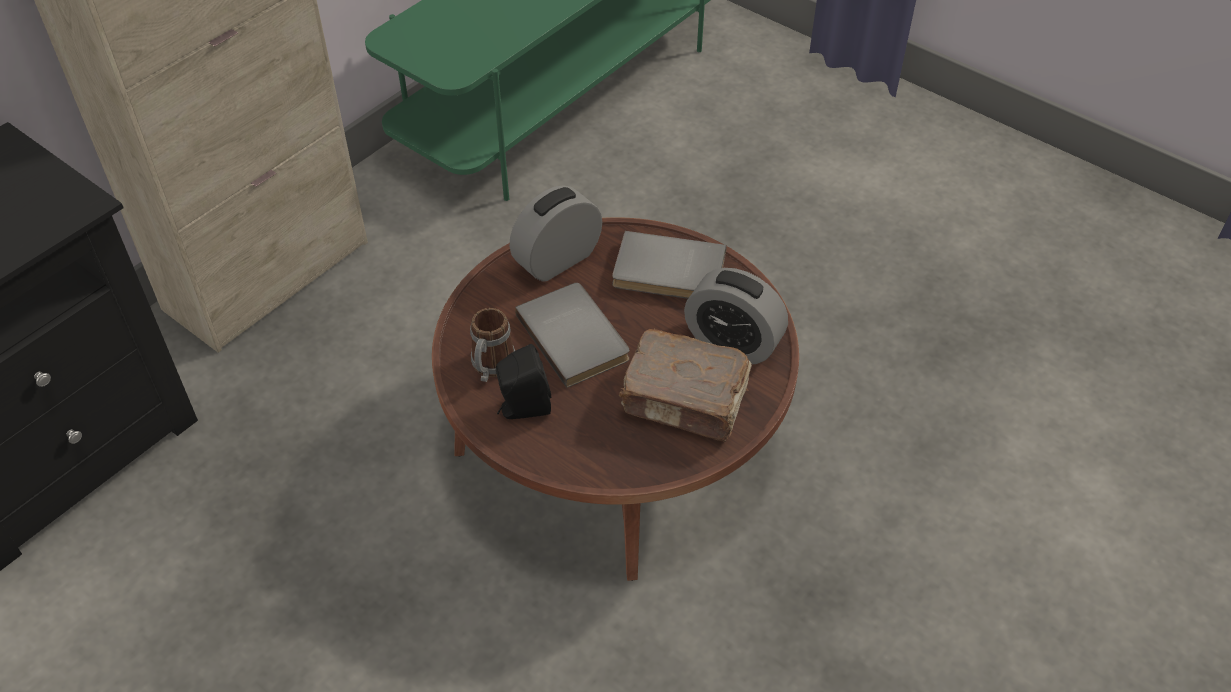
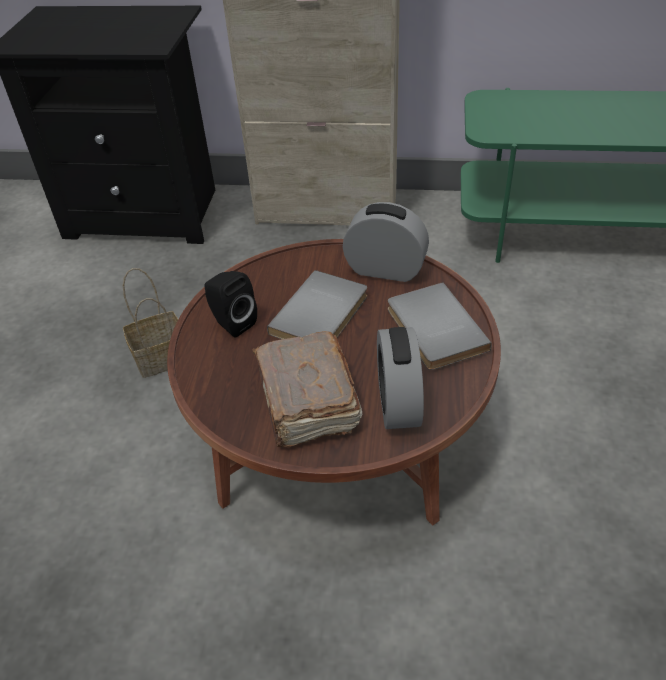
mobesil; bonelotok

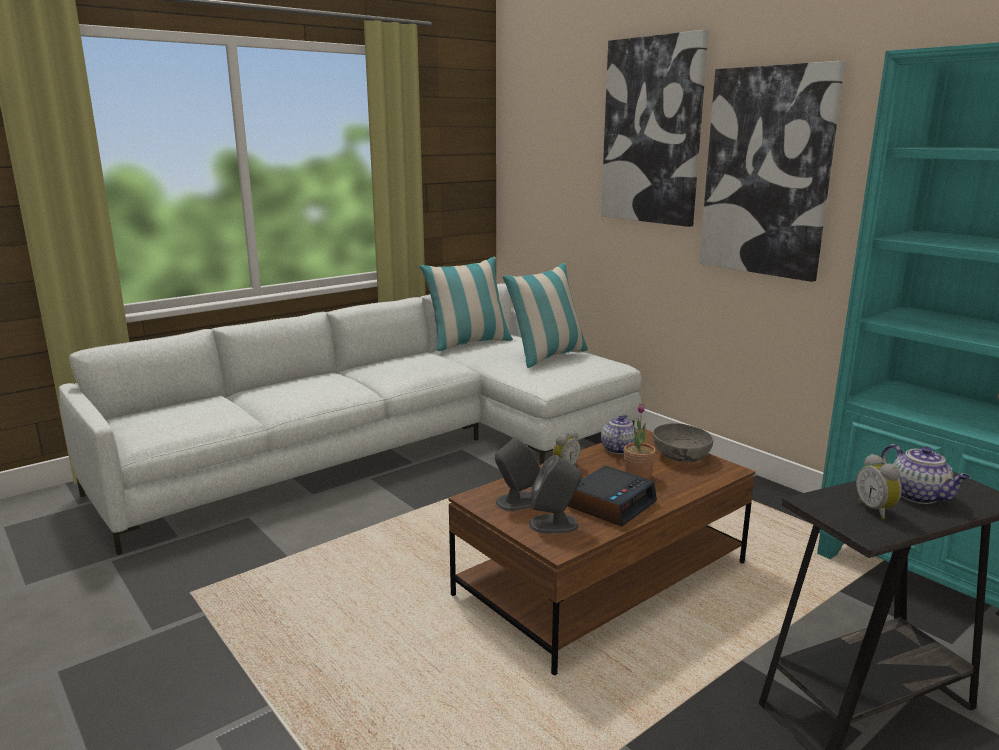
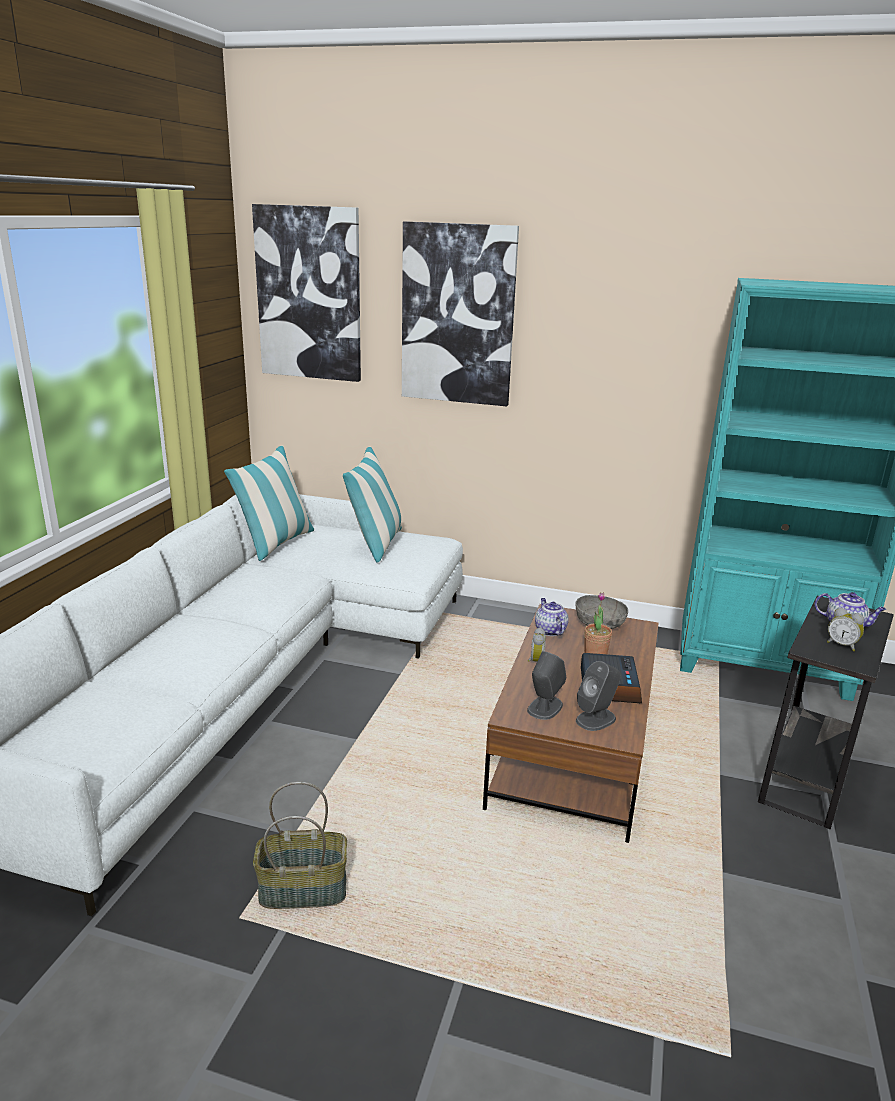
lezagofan (no. 1 from left); mobesil

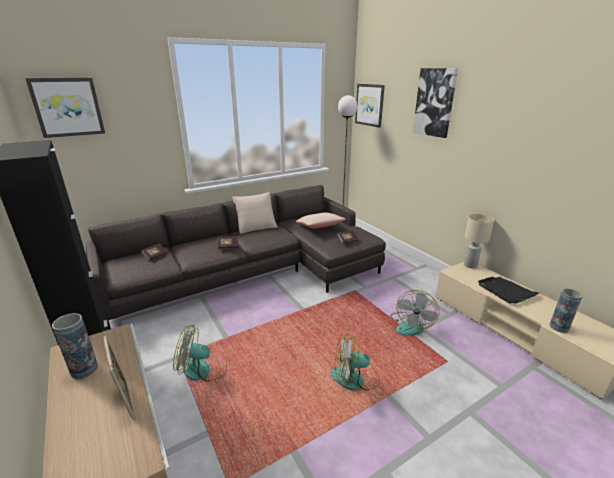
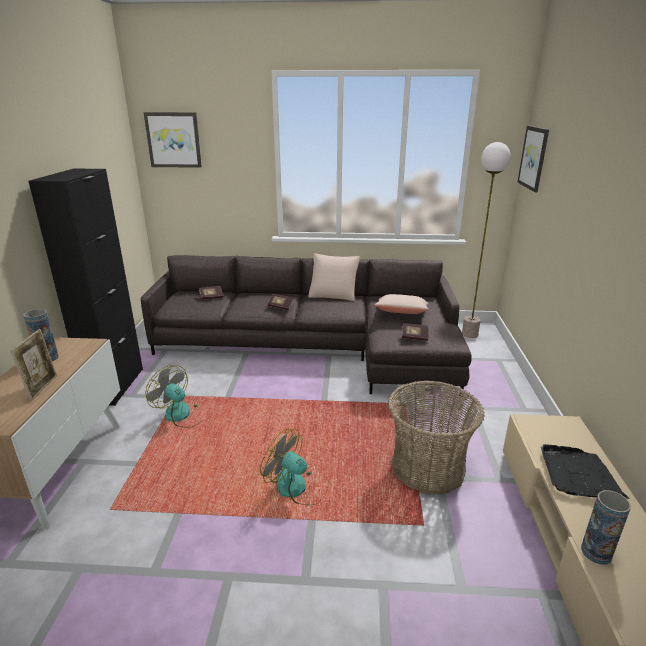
mobesil; lezagofan (no. 3 from left in the first image); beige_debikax

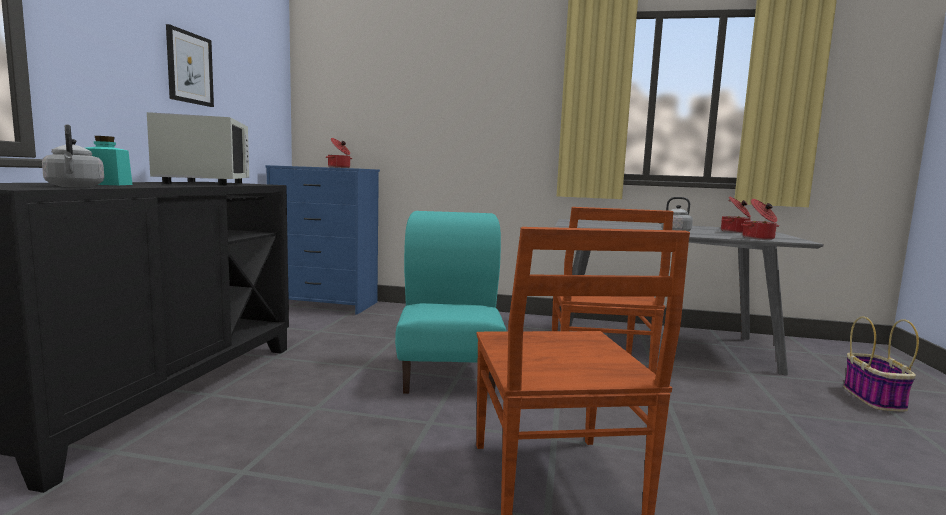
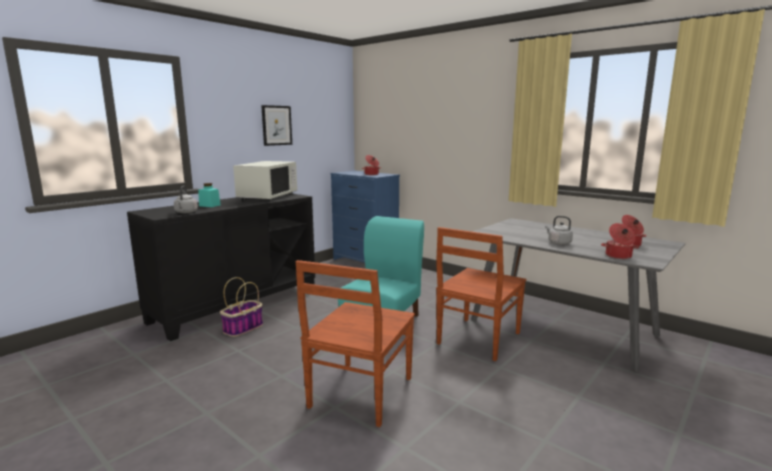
mobesil

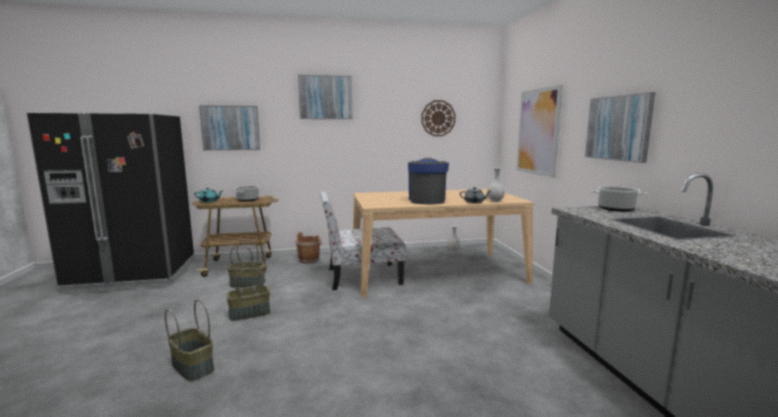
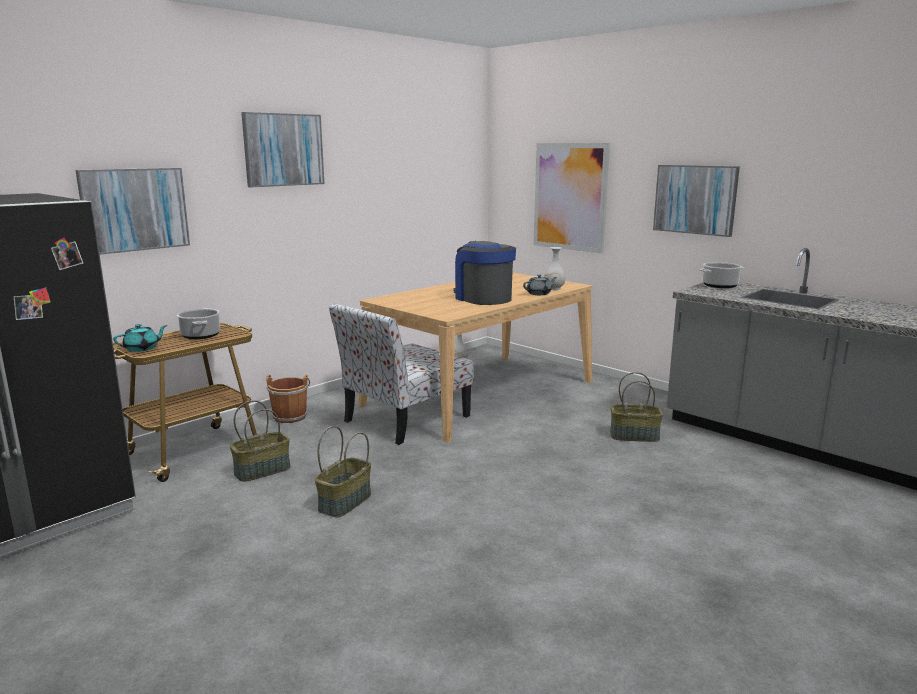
mobesil (no. 3 from left); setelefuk

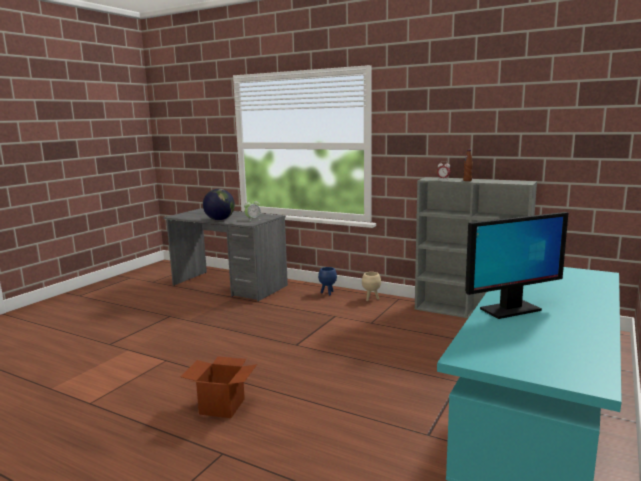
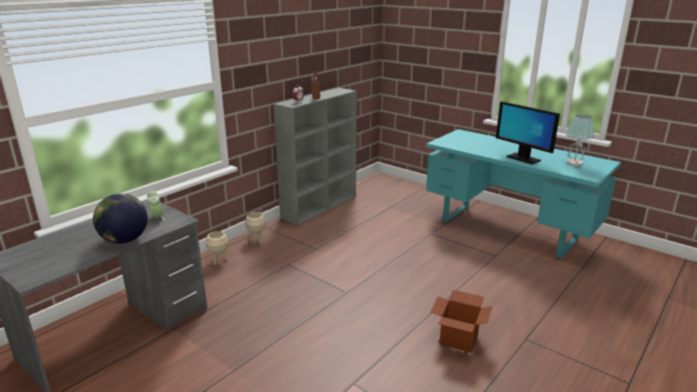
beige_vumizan (no. 1 from left); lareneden; debikax

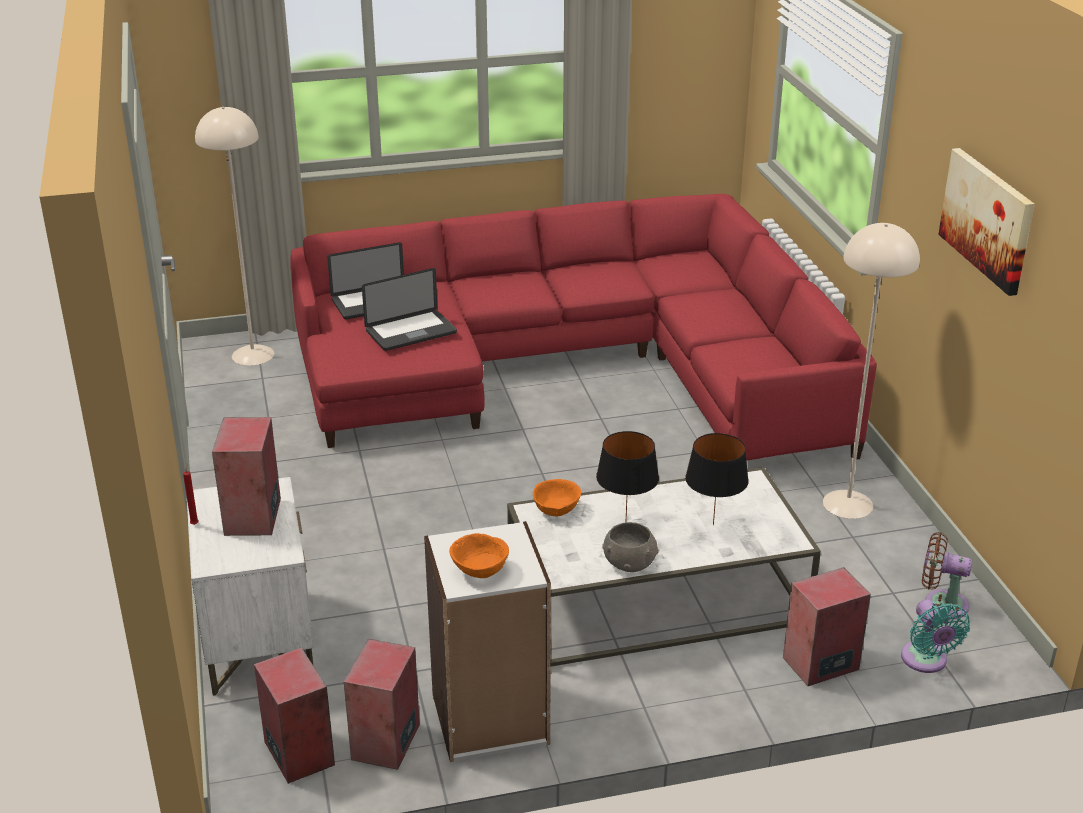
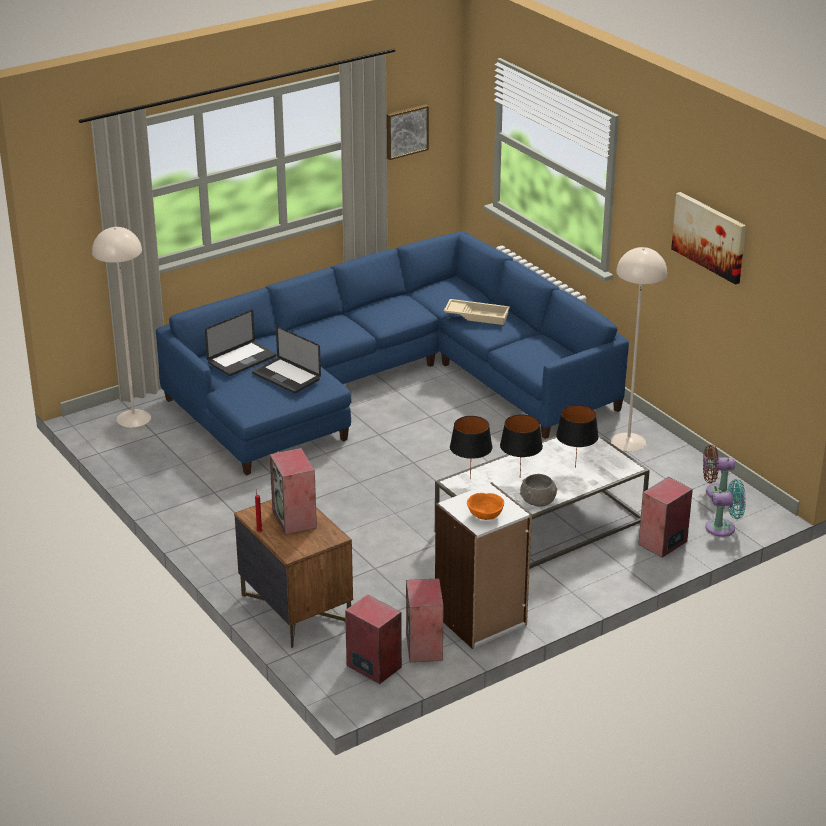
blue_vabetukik; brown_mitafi; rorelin (no. 2 from left); lezagofan (no. 1 from left); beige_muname; black_debikax (no. 1 from left); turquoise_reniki

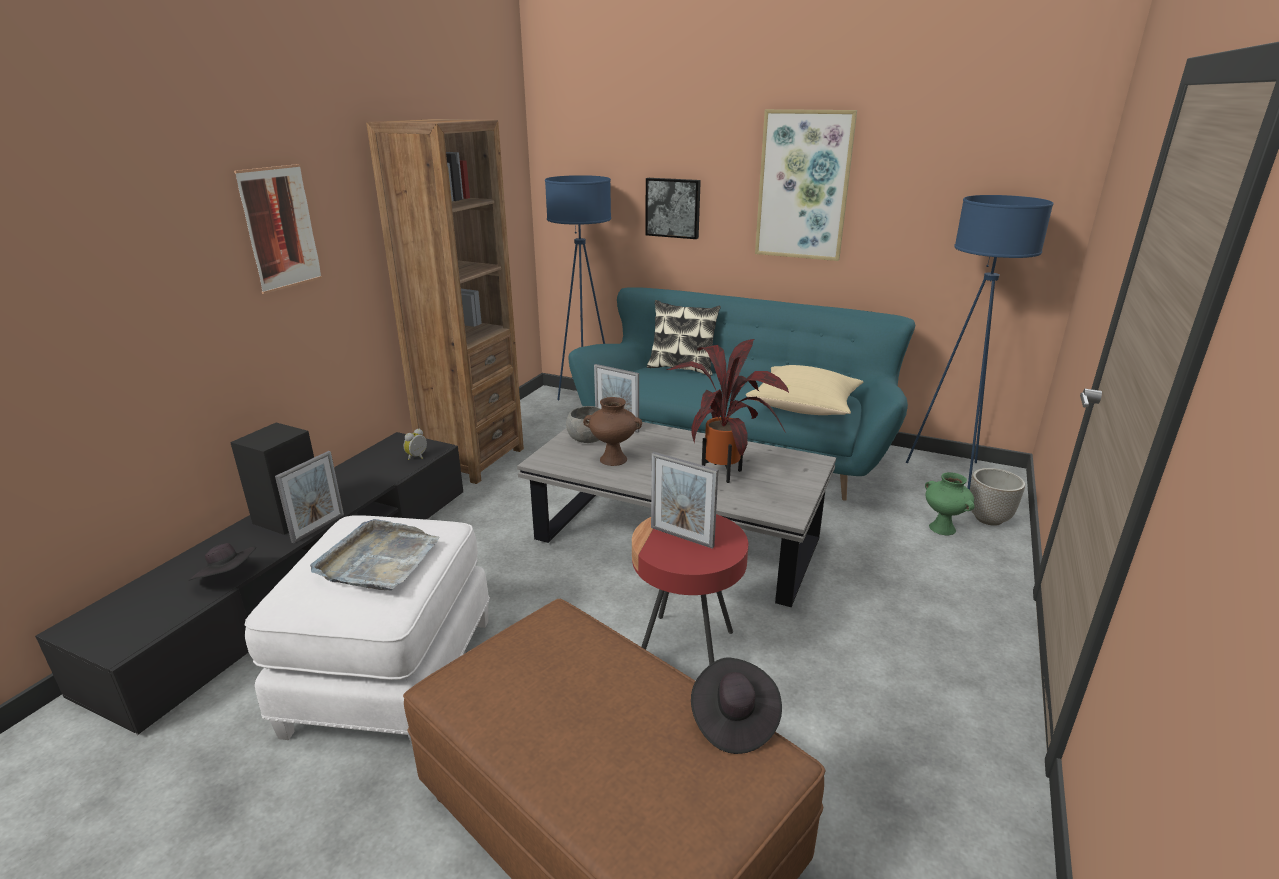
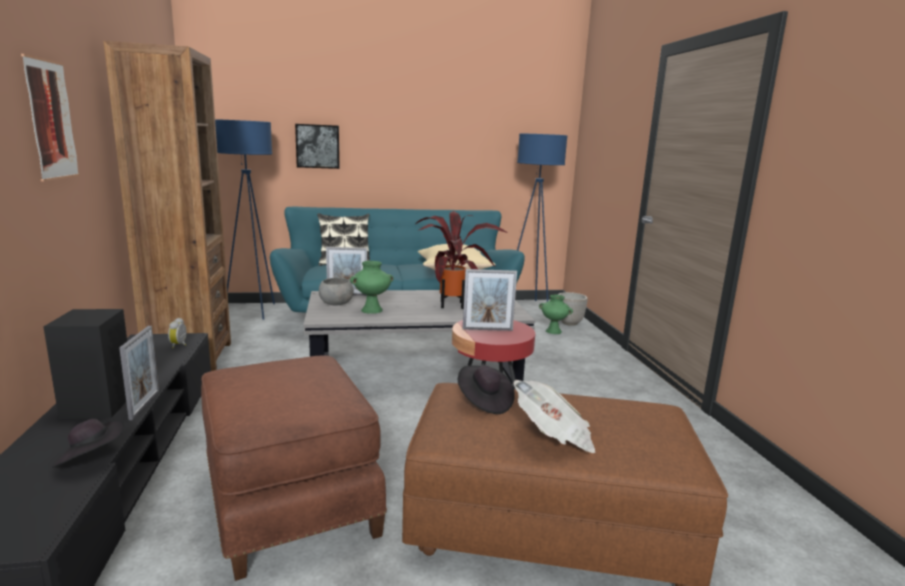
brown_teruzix (no. 1 from left); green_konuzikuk (no. 1 from left); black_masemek (no. 2 from left); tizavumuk; grey_muname; lezagofan (no. 3 from left in the first image)

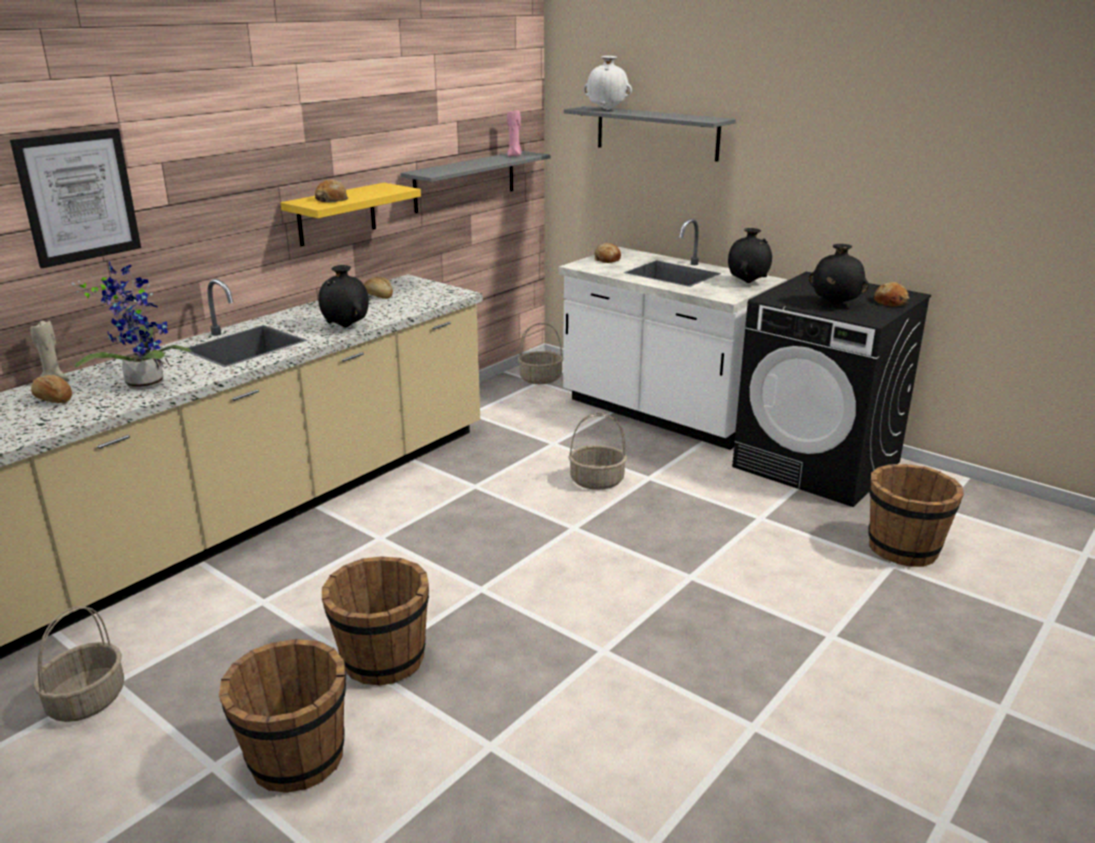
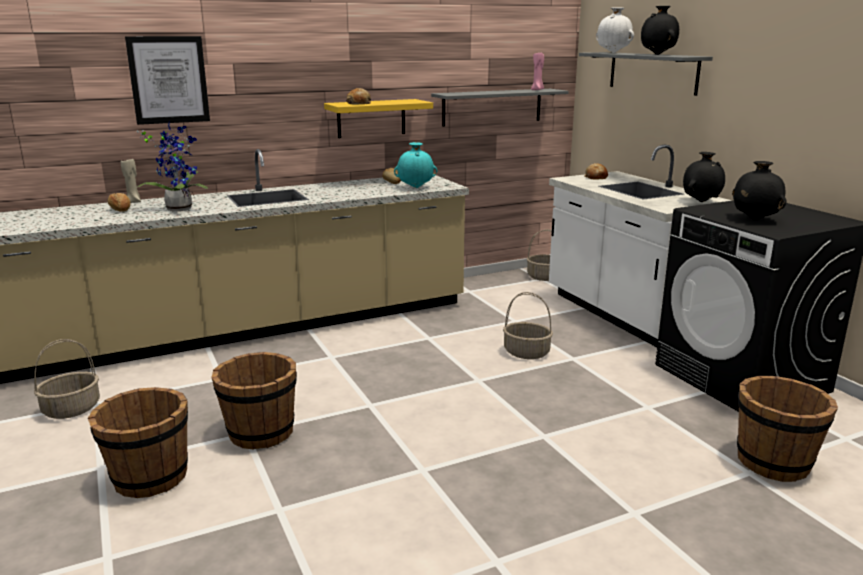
turquoise_konuzikuk; black_konuzikuk (no. 1 from left); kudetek (no. 5 from left in the first image)

